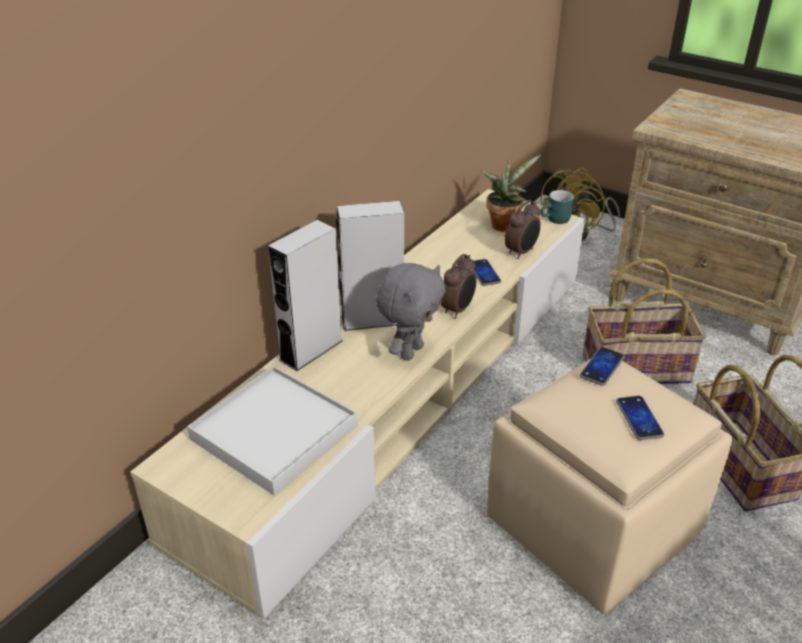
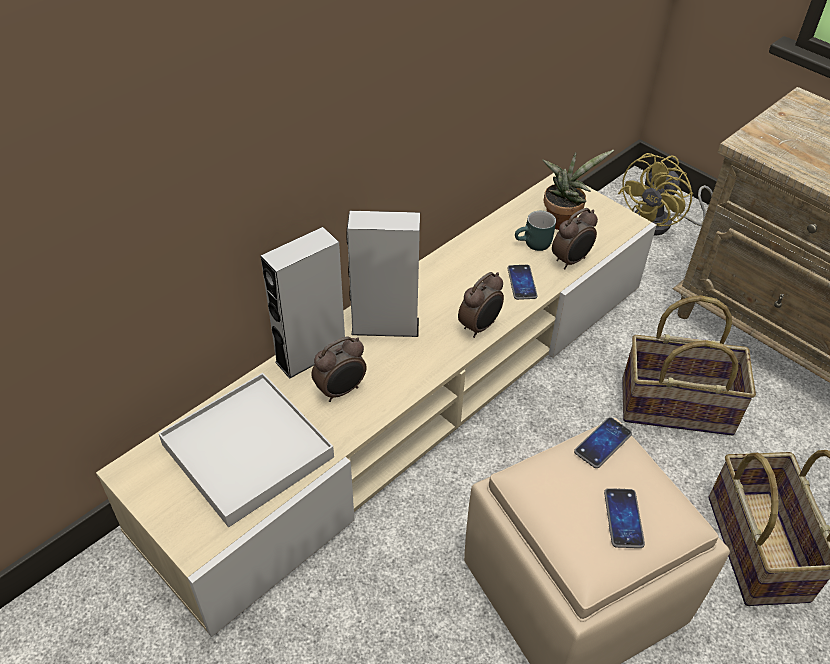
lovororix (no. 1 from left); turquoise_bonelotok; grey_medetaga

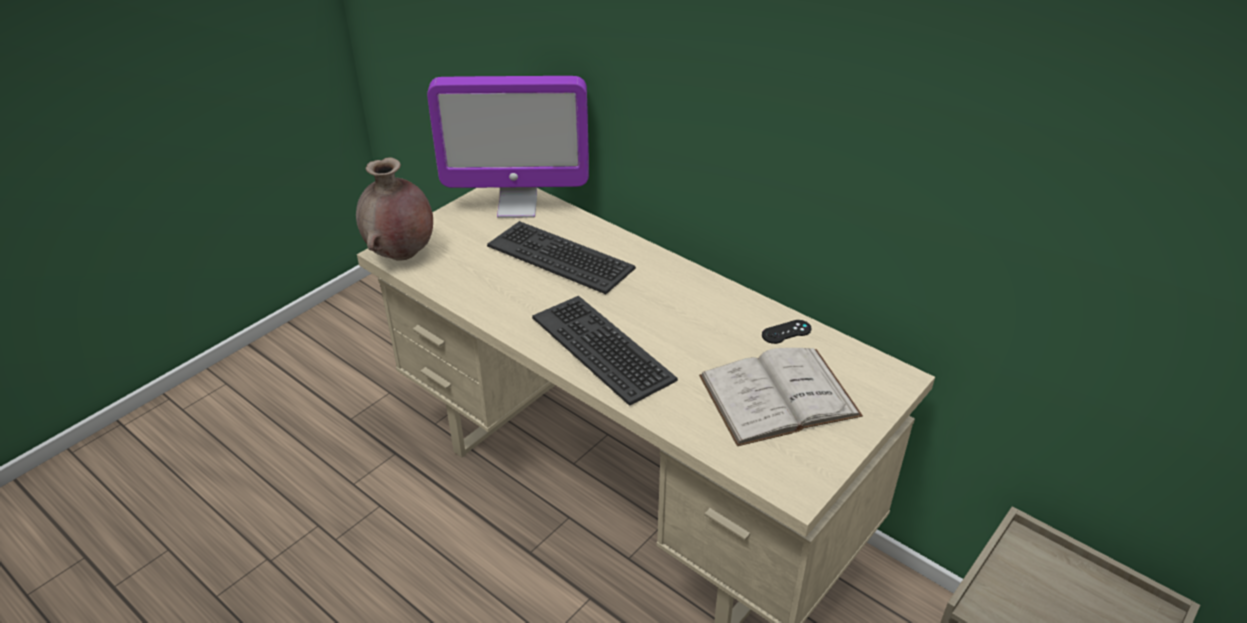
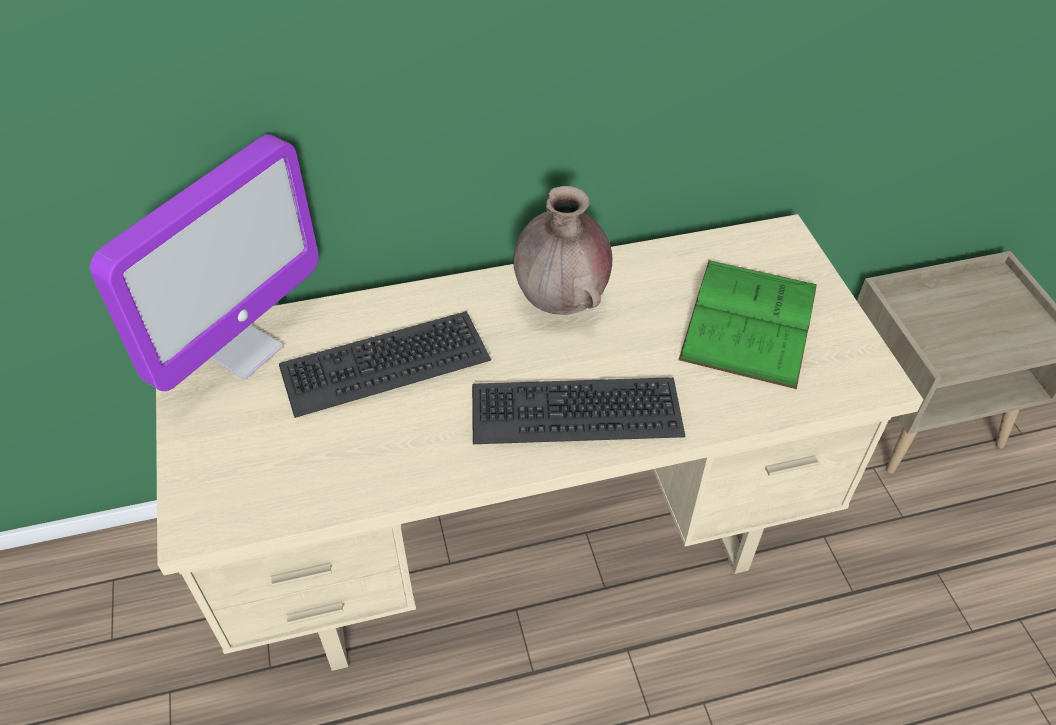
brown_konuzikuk; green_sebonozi; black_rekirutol

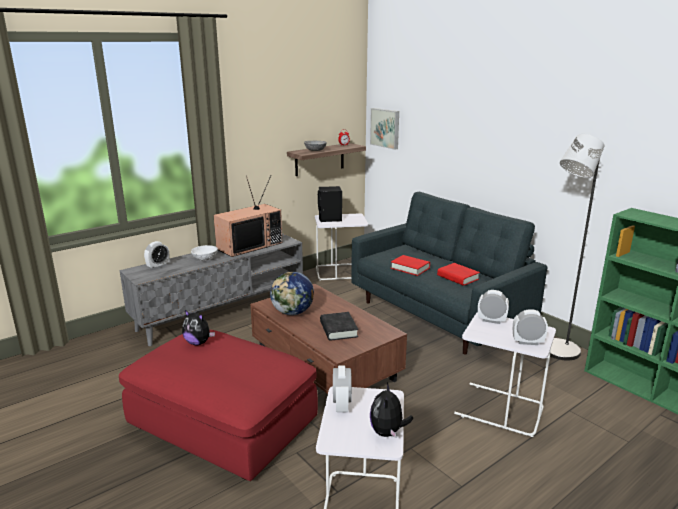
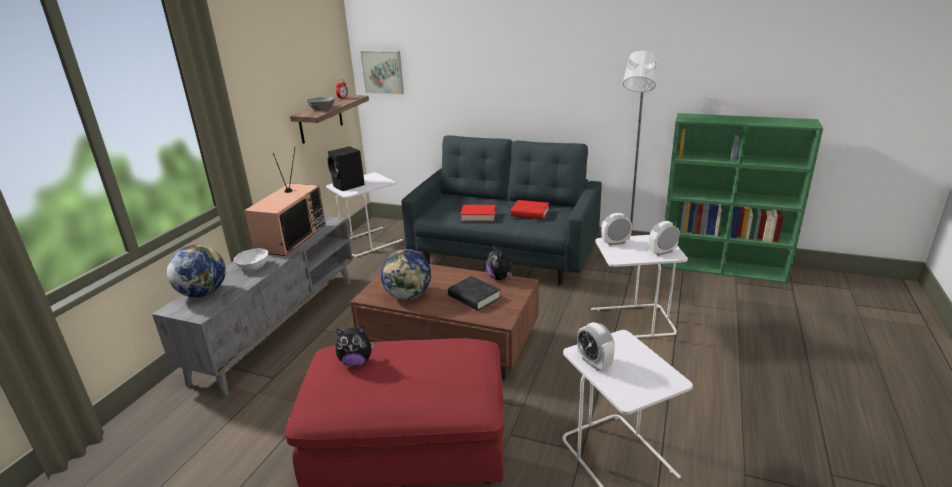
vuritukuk (no. 1 from left); medetaga (no. 2 from left)

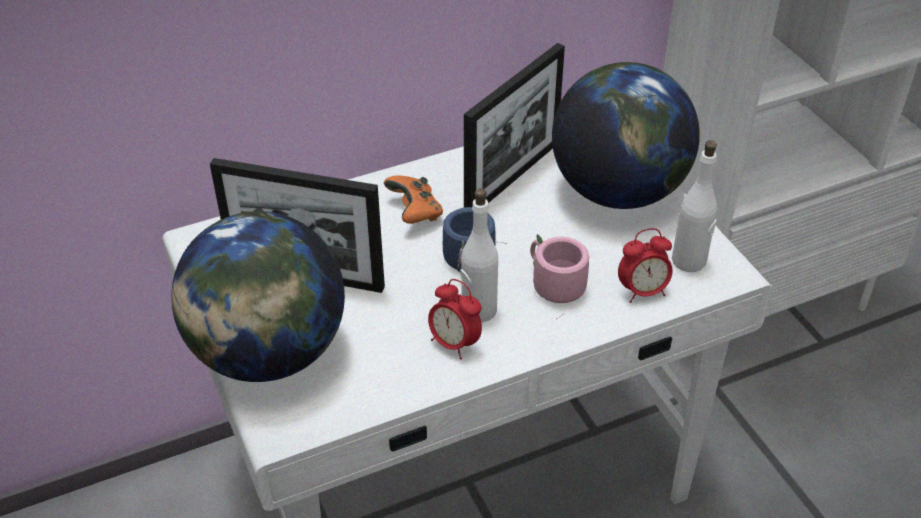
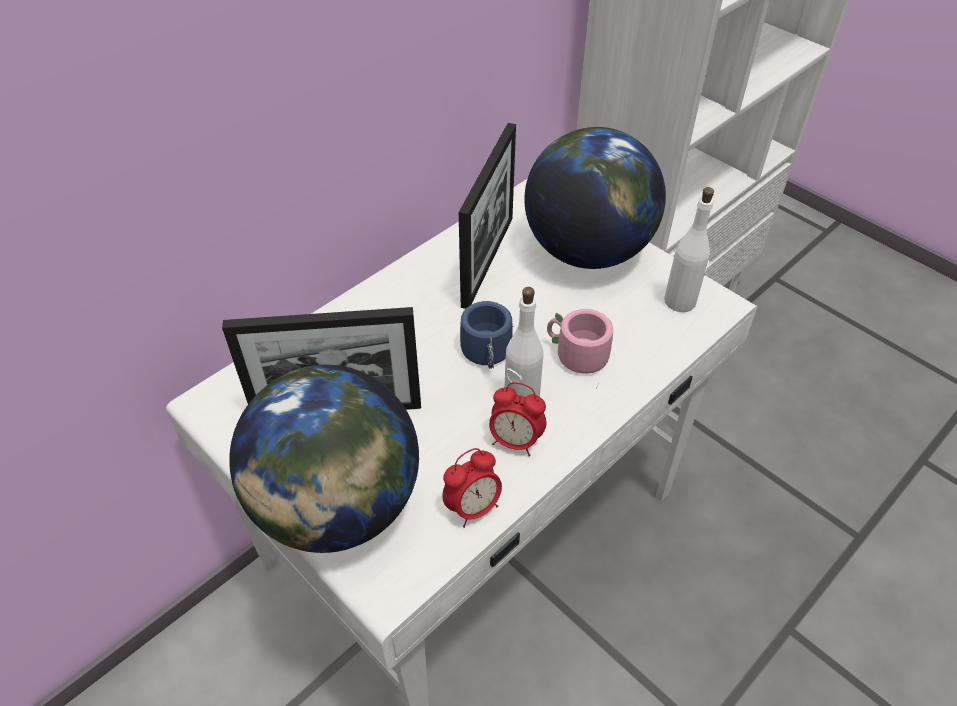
lovororix (no. 1 from left); orange_rekirutol

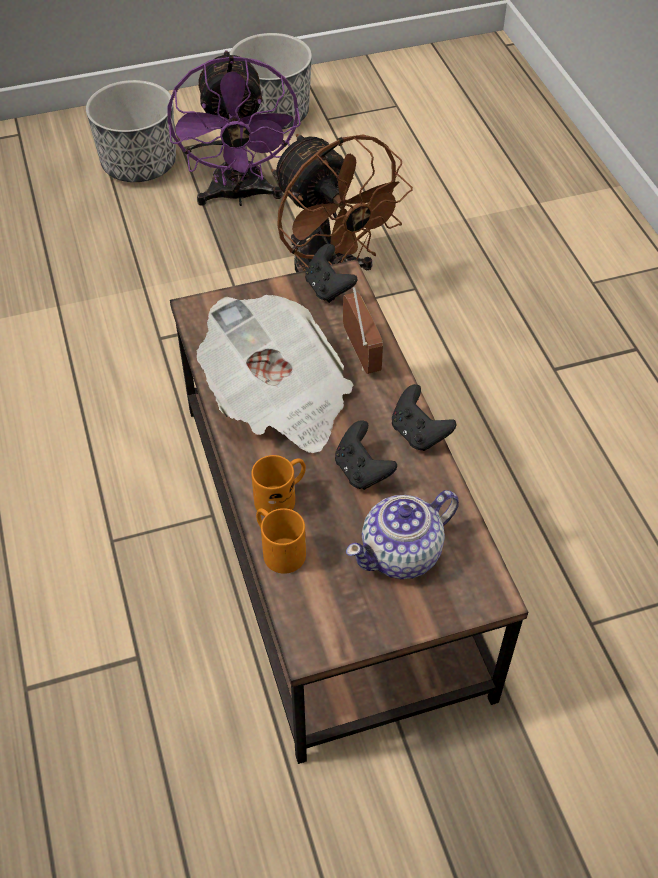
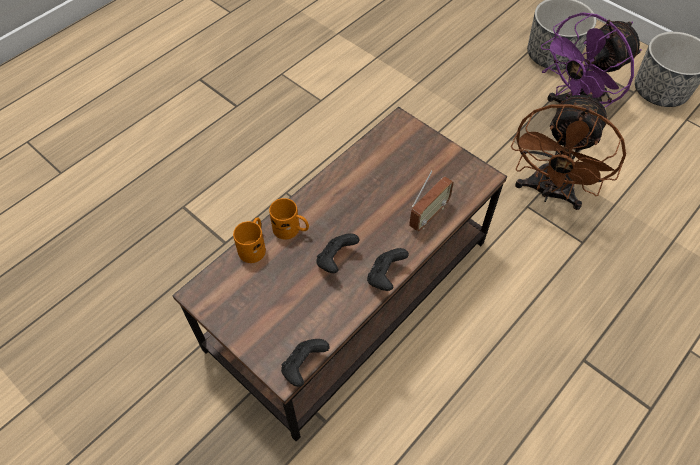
black_rekirutol (no. 1 from left); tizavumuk; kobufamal

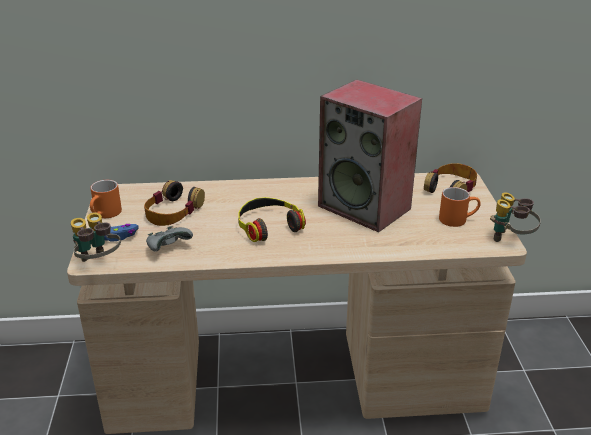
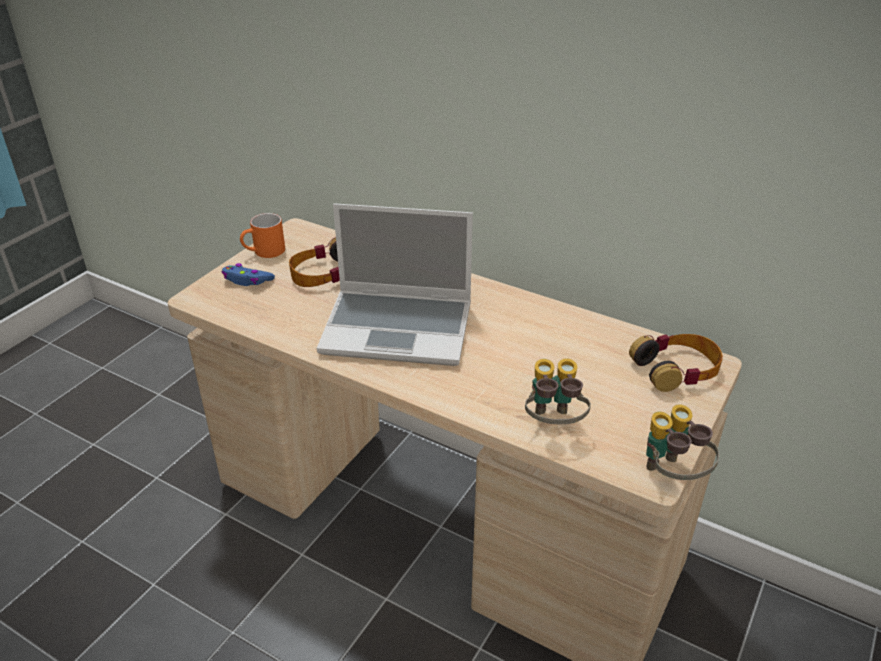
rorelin; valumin (no. 1 from left); grey_rekirutol; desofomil; orange_bonelotok (no. 2 from left in the first image)

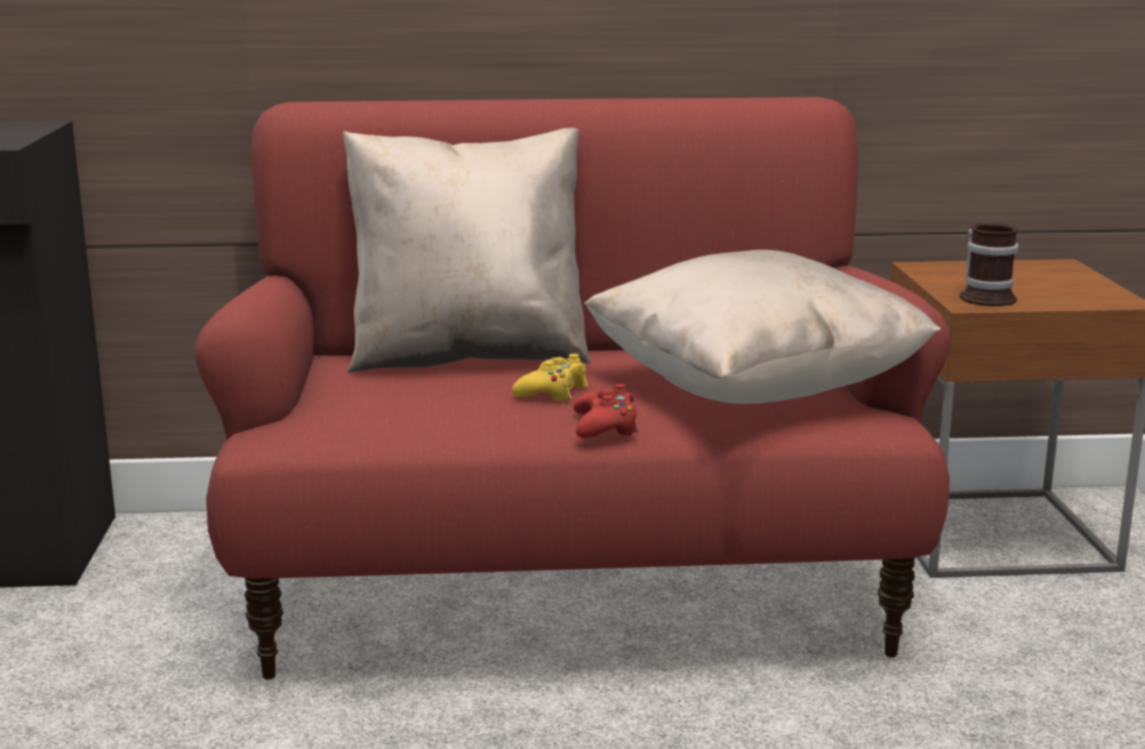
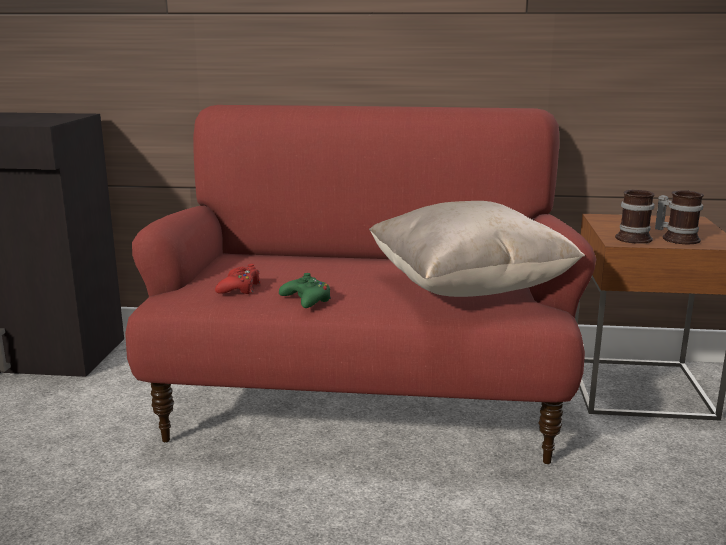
red_rekirutol; green_rekirutol; bonelotok (no. 2 from left); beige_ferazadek (no. 1 from left in the first image); yellow_rekirutol

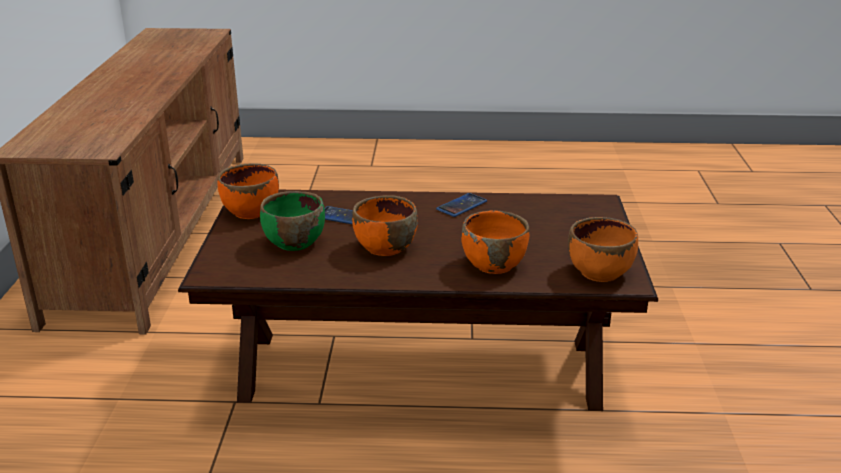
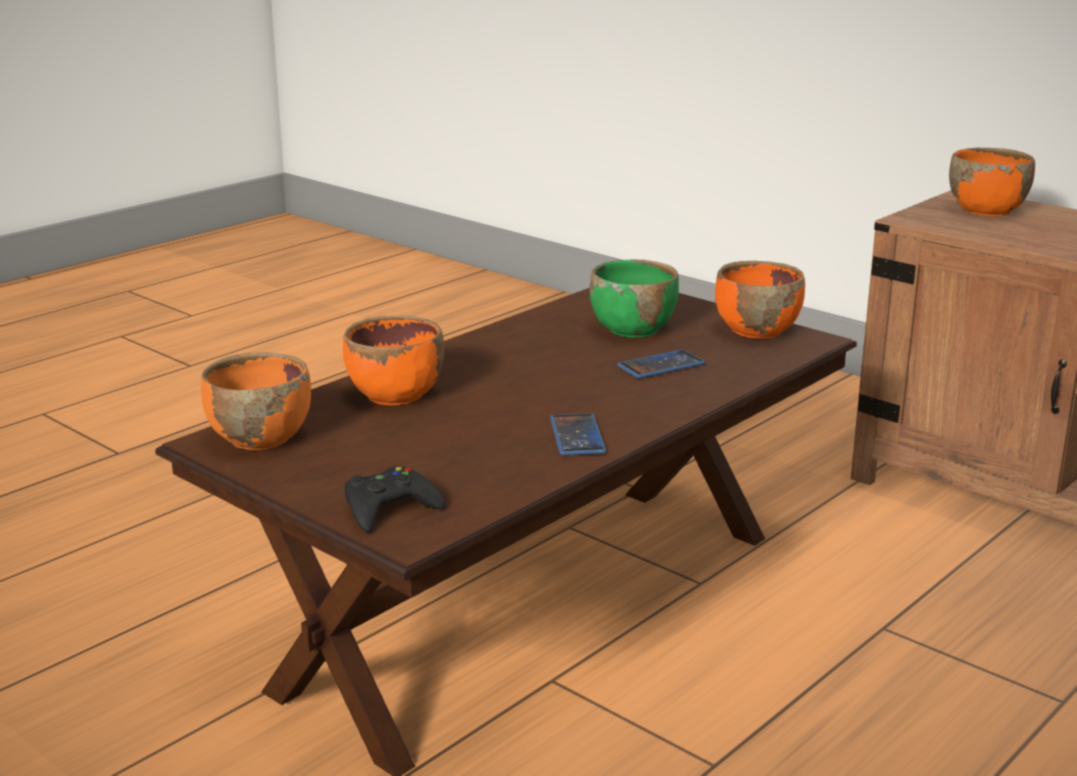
black_rekirutol; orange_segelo (no. 4 from left)

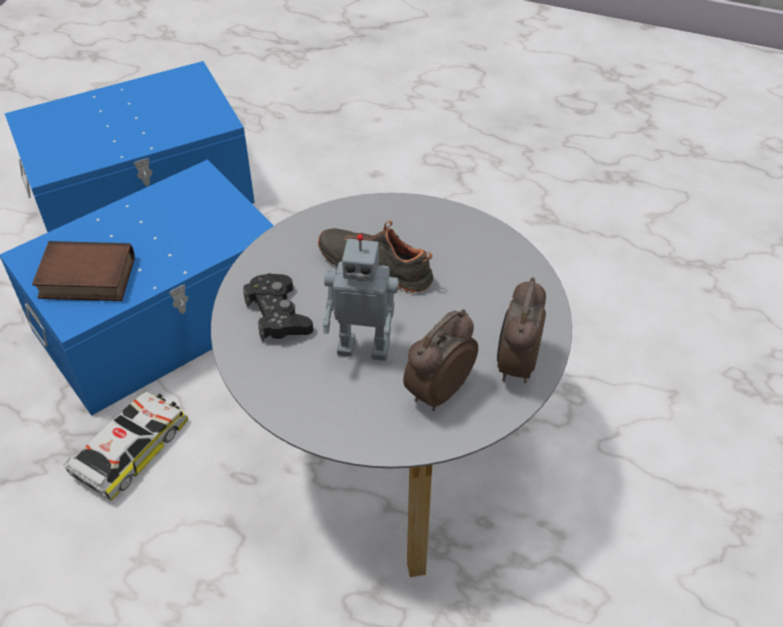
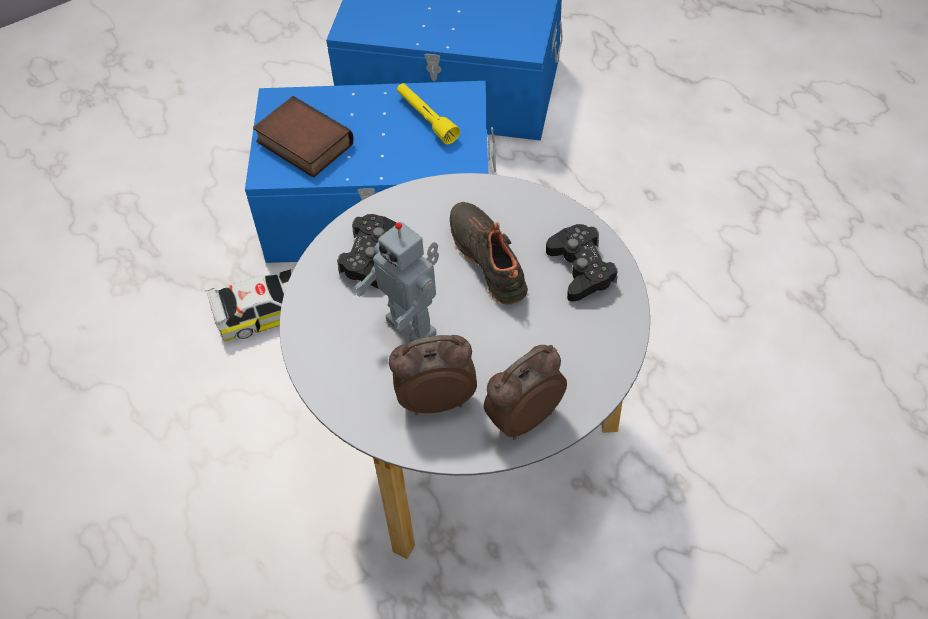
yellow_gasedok; black_rekirutol (no. 2 from left)

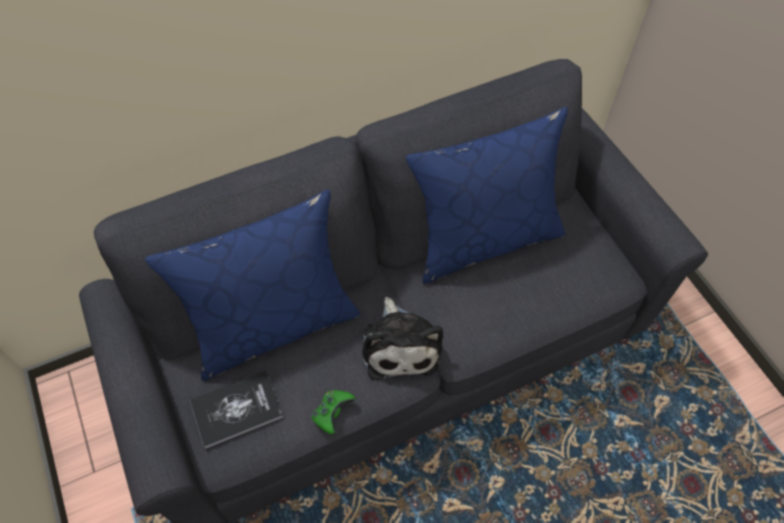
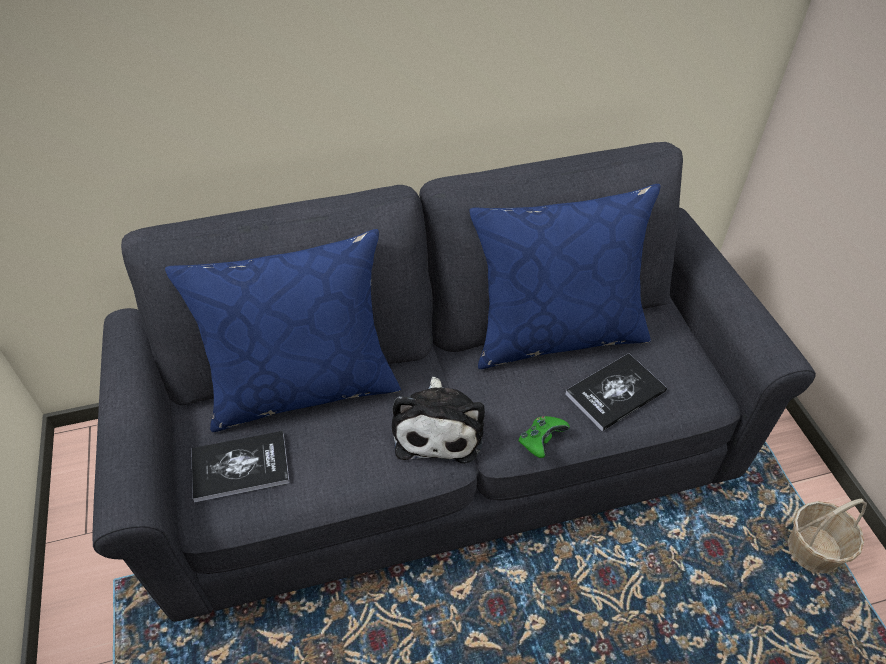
green_rekirutol; sebonozi (no. 2 from left); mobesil

